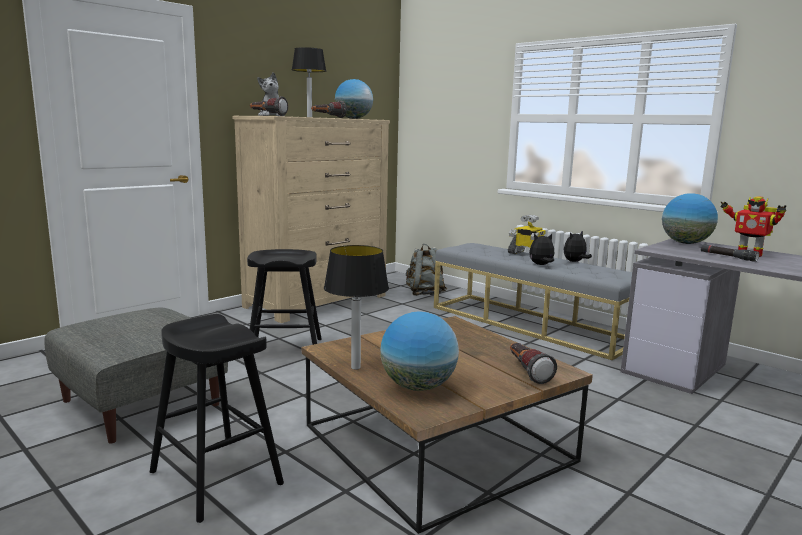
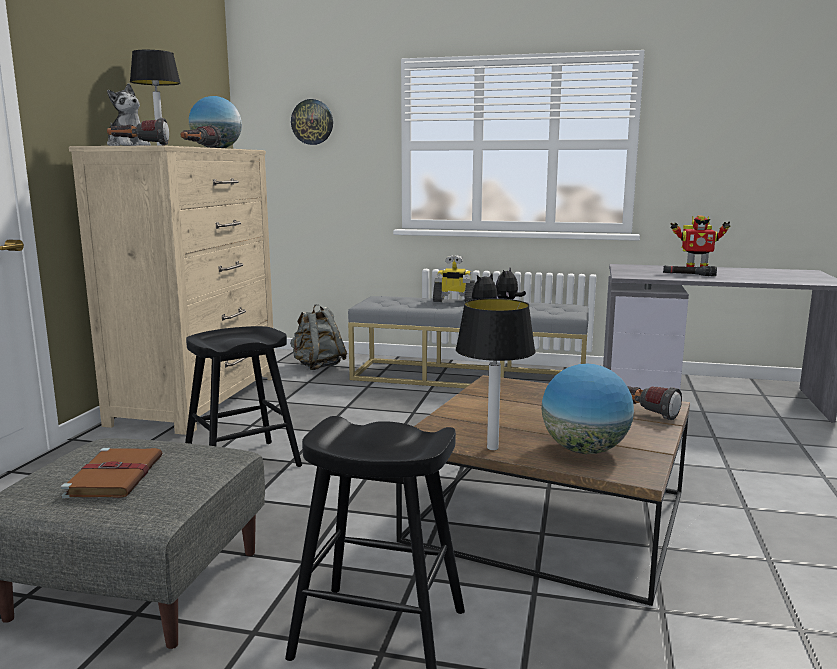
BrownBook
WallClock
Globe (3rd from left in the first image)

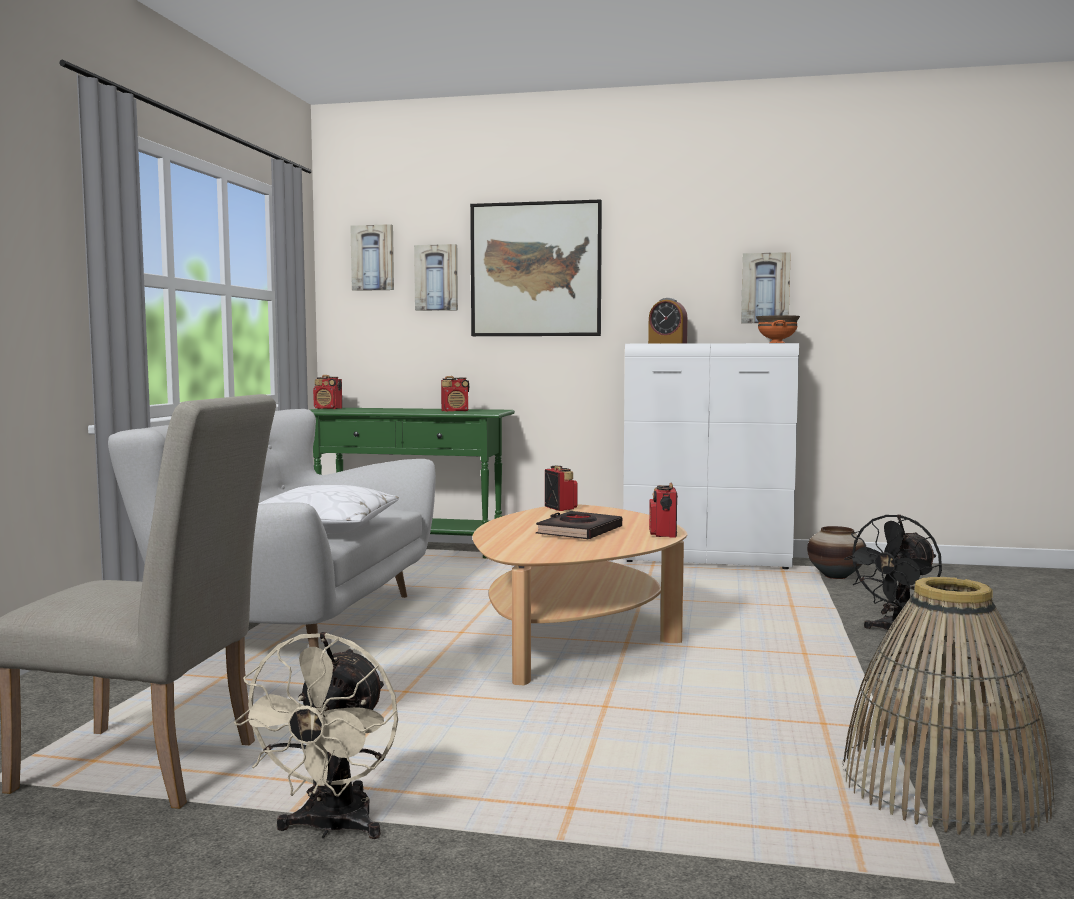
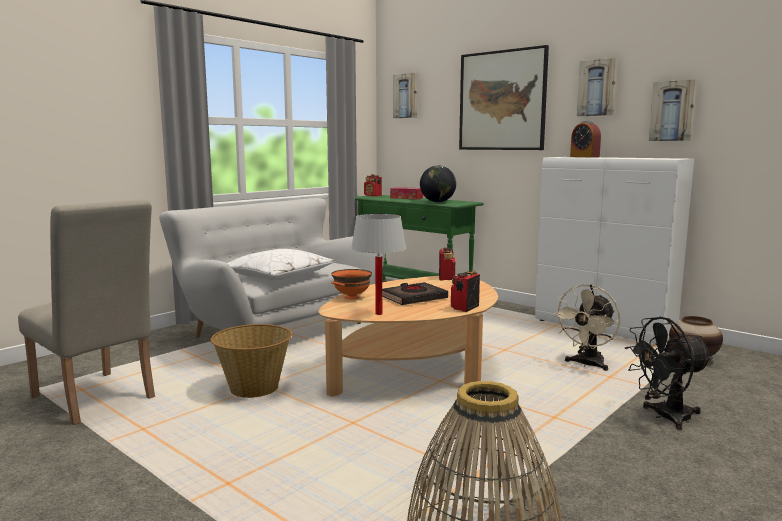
Basket (1st from left)
OrangeBowl
WhiteTableLamp
TissueBox
Globe
BeigeFan
Picture (3rd from left)

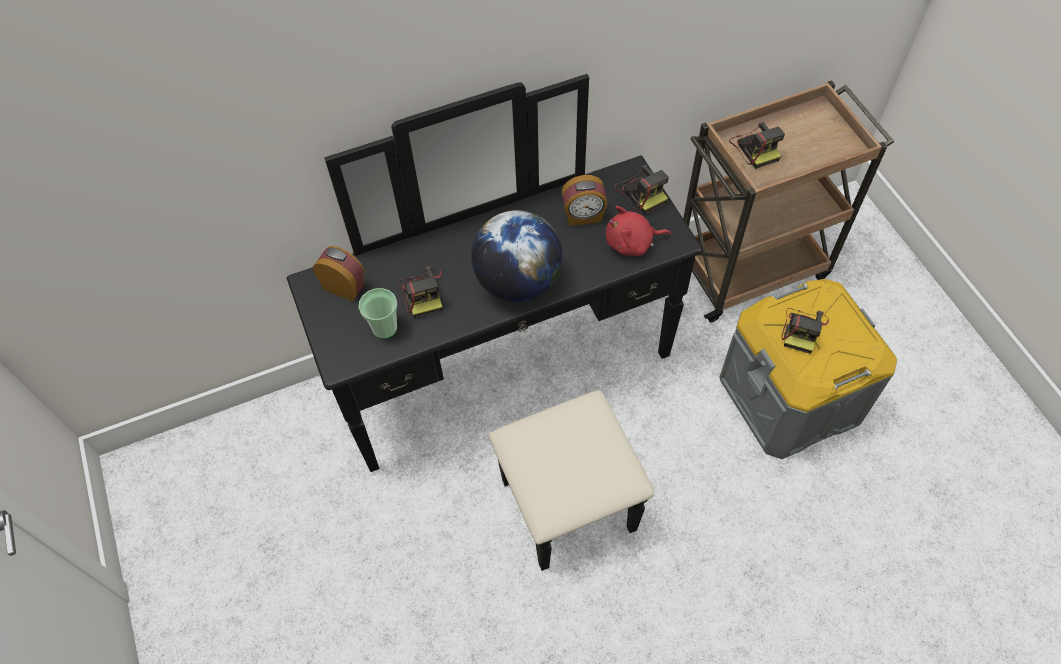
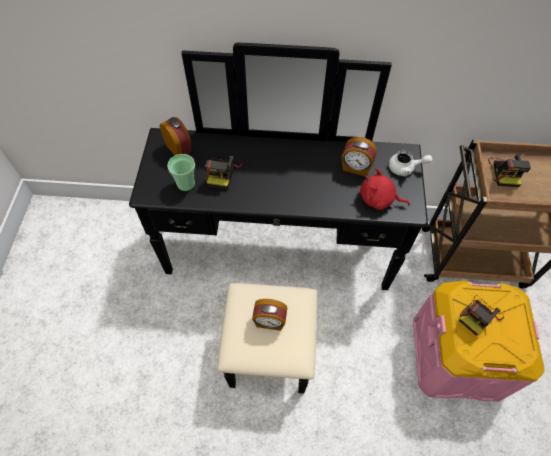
AlarmClock (2nd from left)
WhiteTeapot
PinkStorageBox
Globe

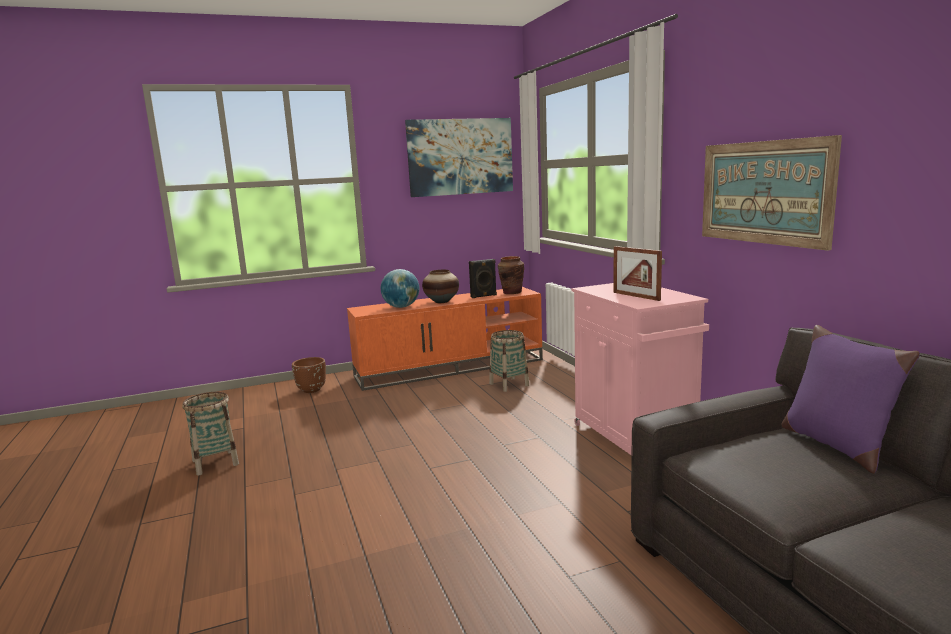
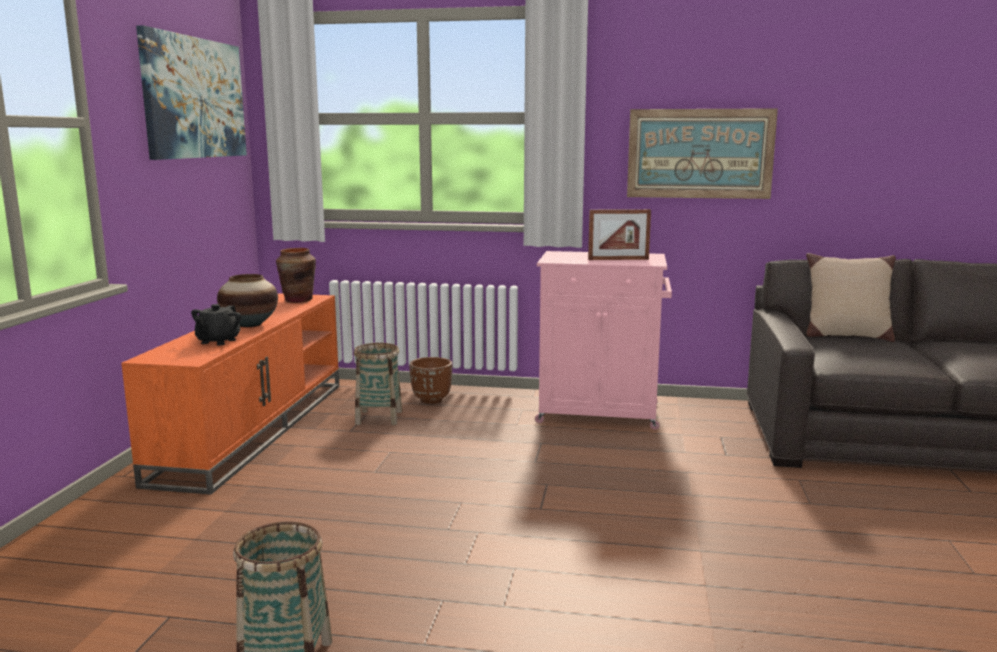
BlackTeapot
BrownPlanter
BeigePillow
BlackSpeaker

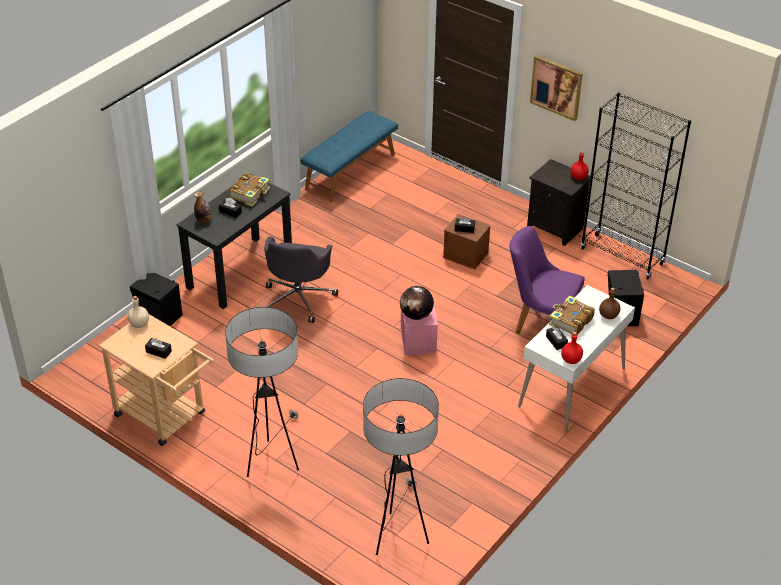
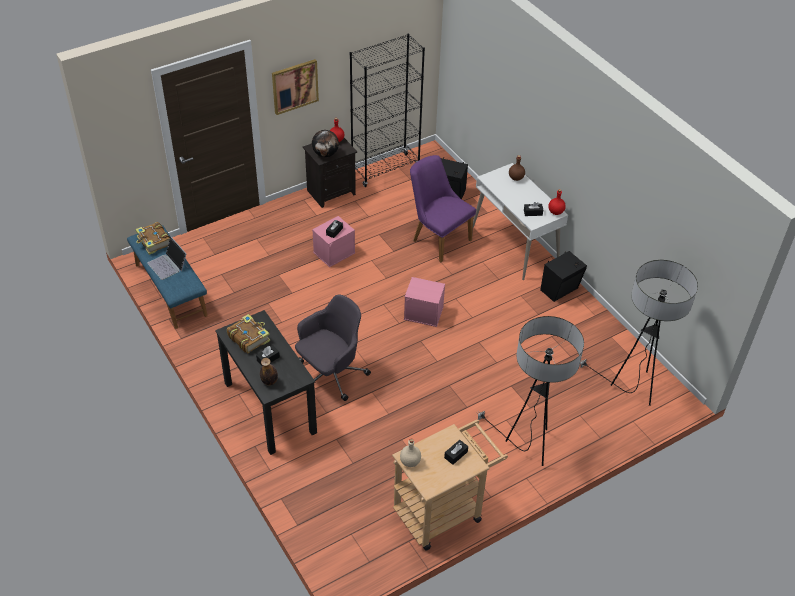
Book (1st from left)
Laptop
GreyOfficeChair
Globe
PinkStorageBox (1st from left)
PurpleChair
BlackSpeaker (2nd from left)

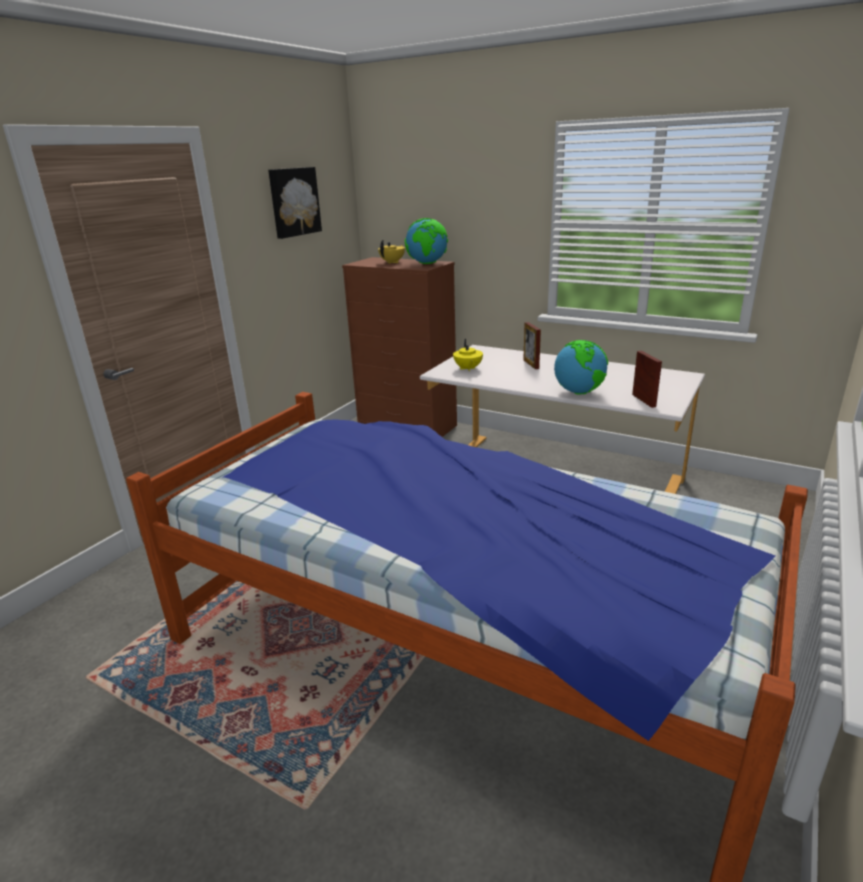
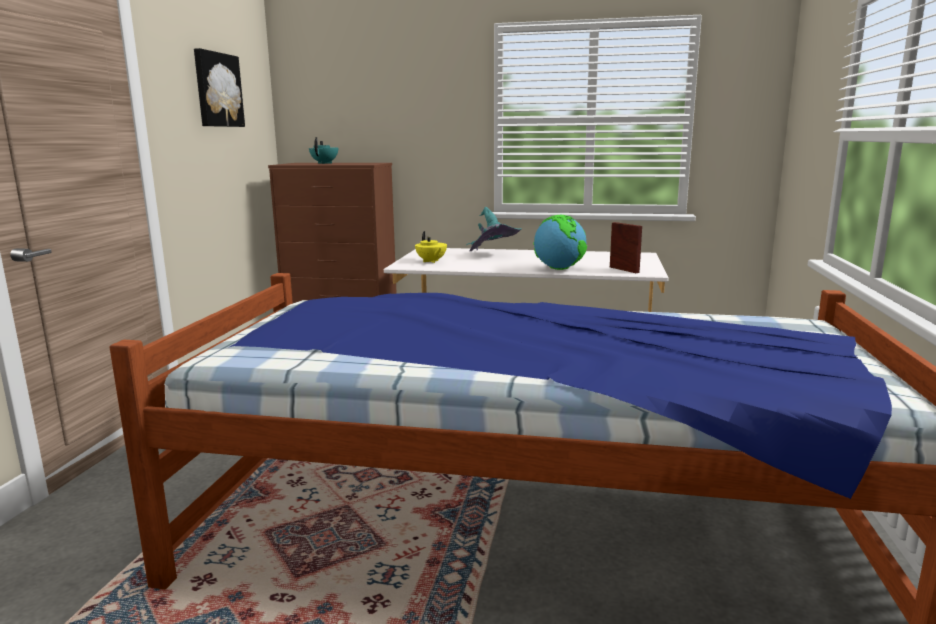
TurquoiseTeapot
TurquoiseHat
Globe (1st from left in the first image)

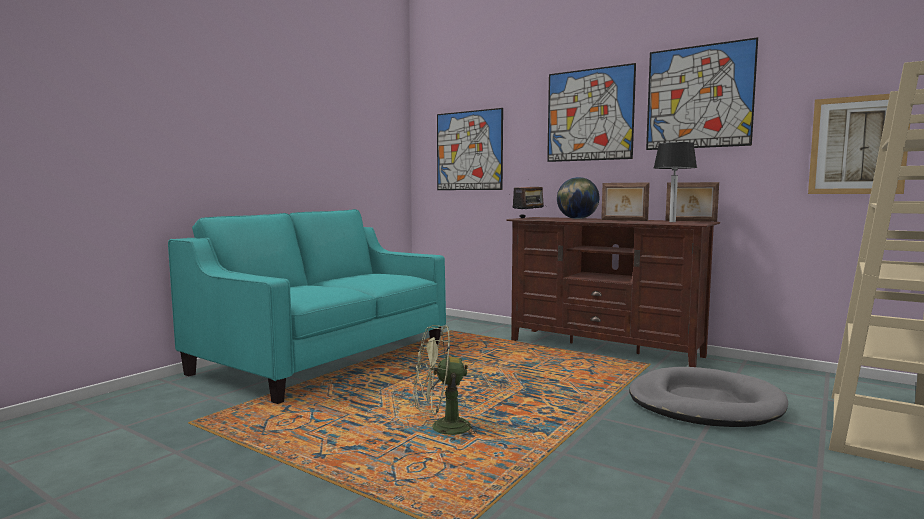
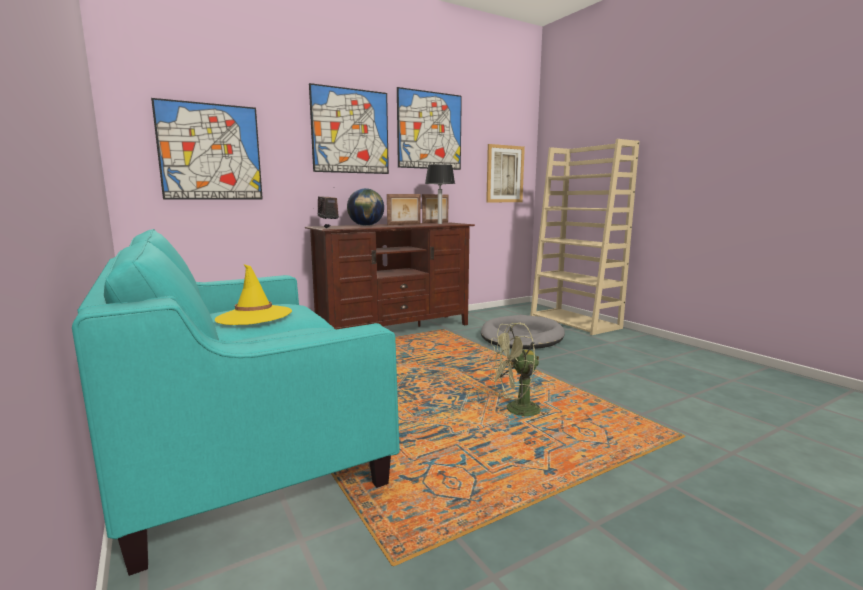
YellowHat
GreenFan

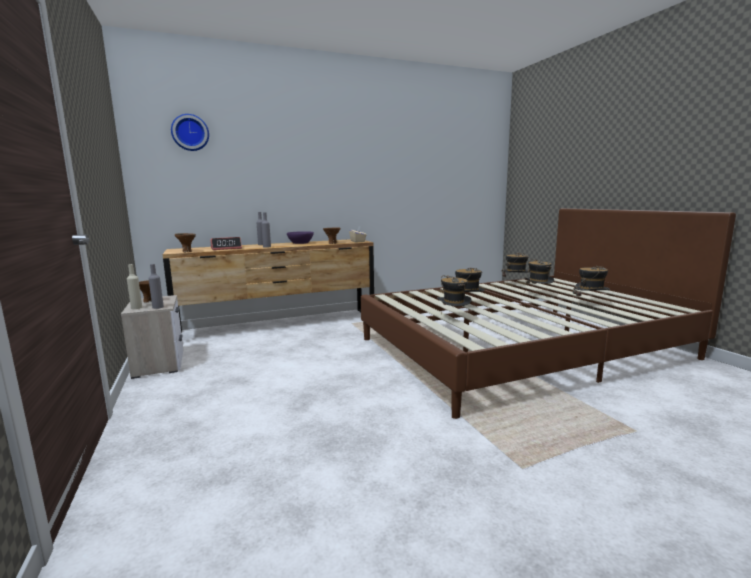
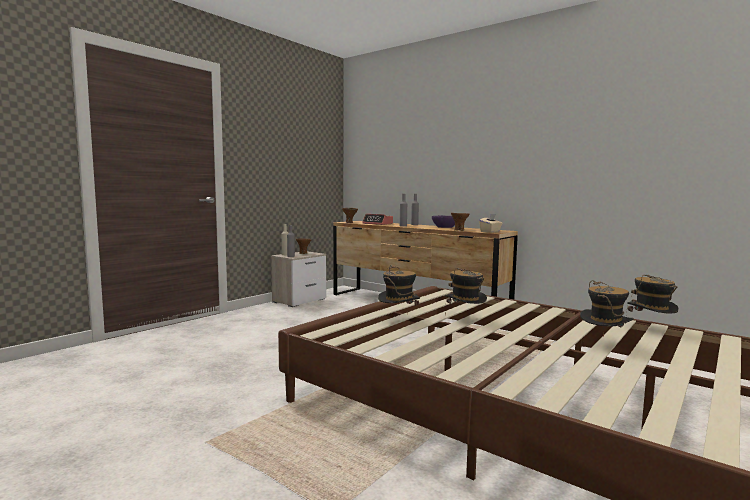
WallClock
Hat (5th from left in the first image)

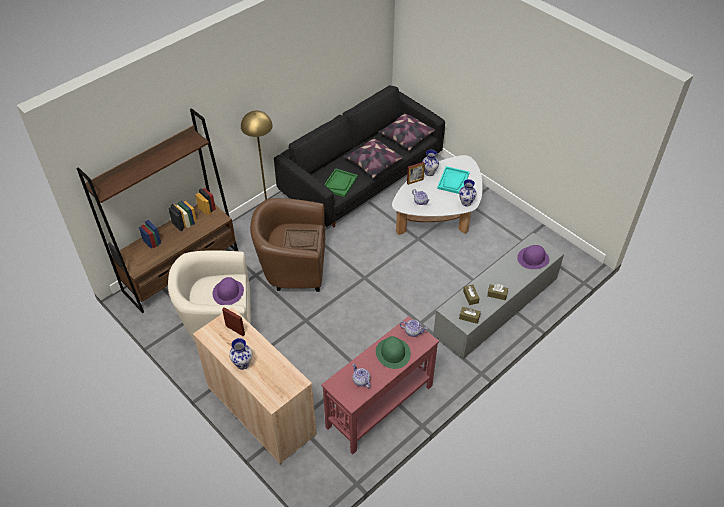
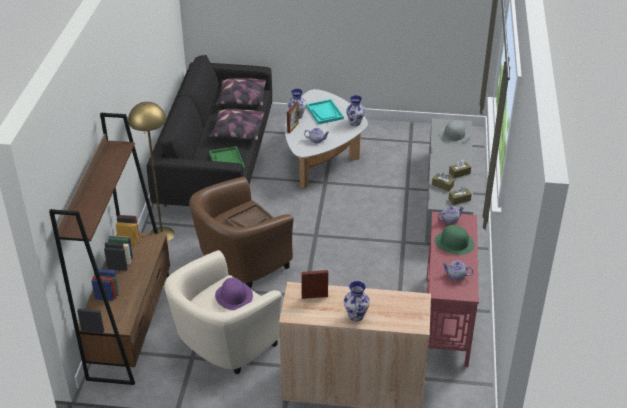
GreyHat

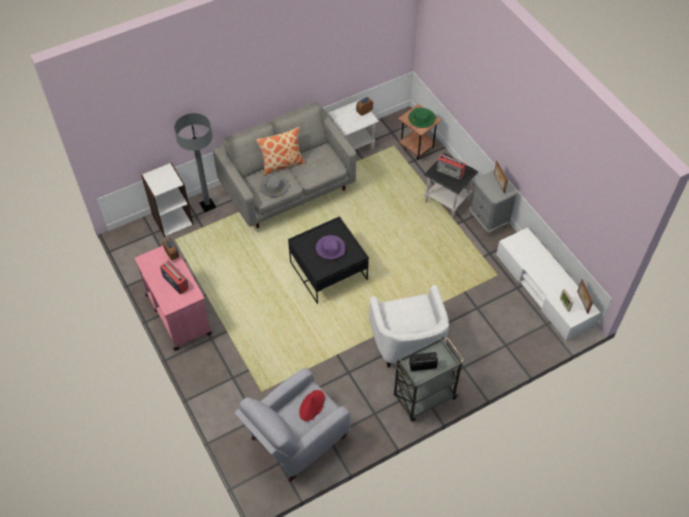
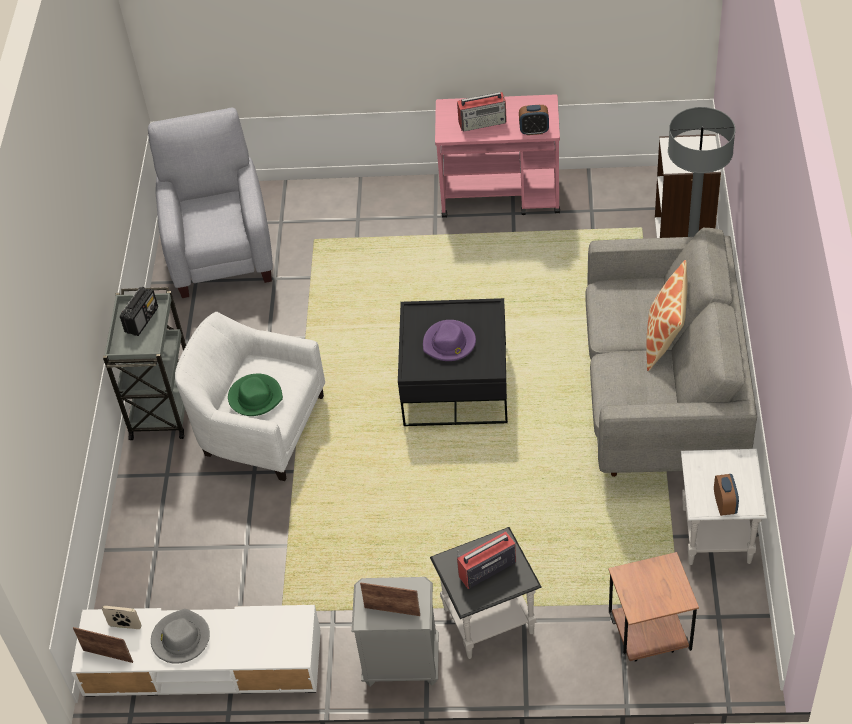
GreyHat
GreenHat
RedHat

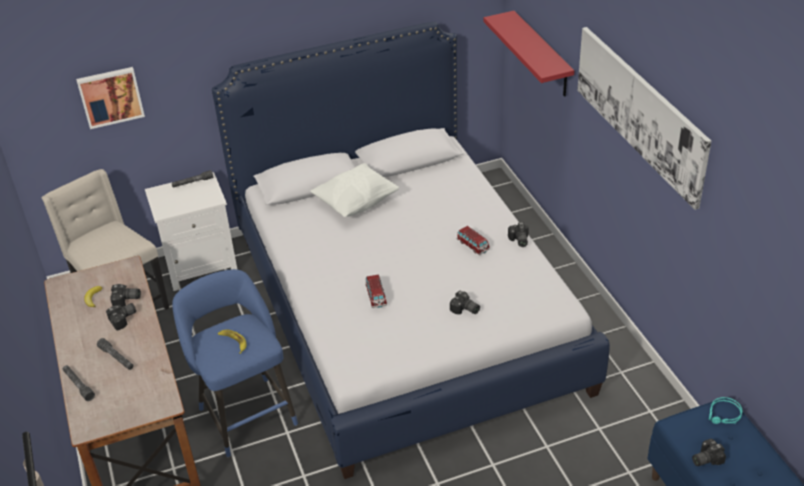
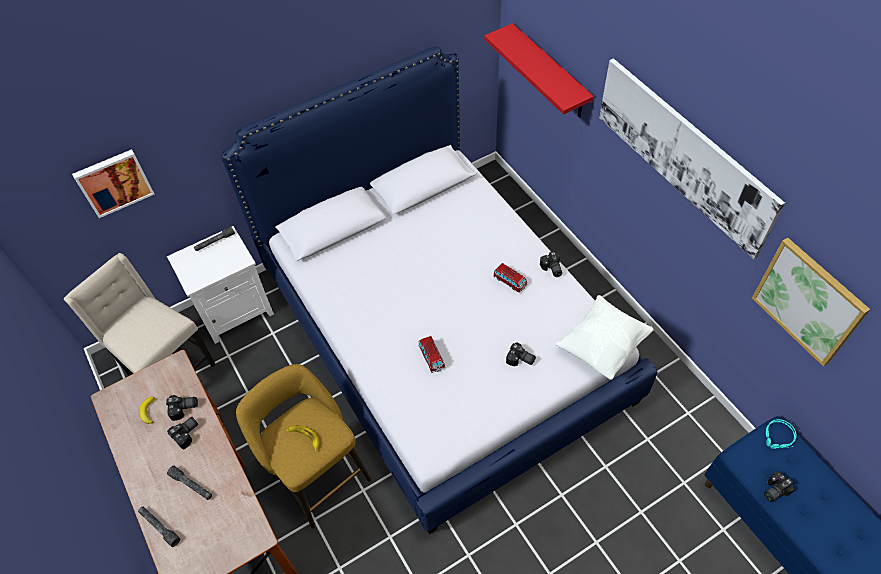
YellowStool
WhitePillow
Picture (3rd from left)

